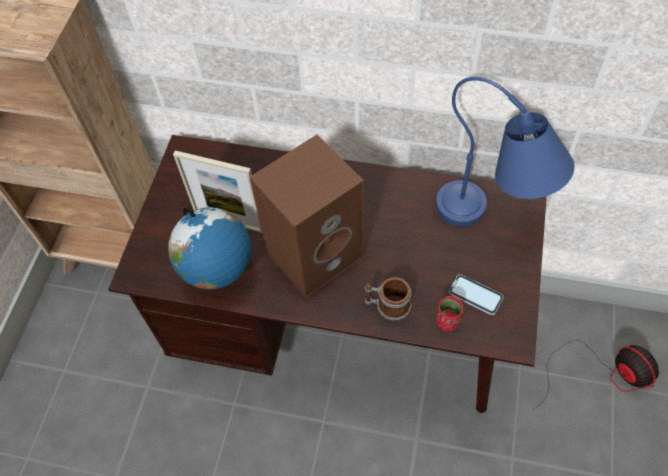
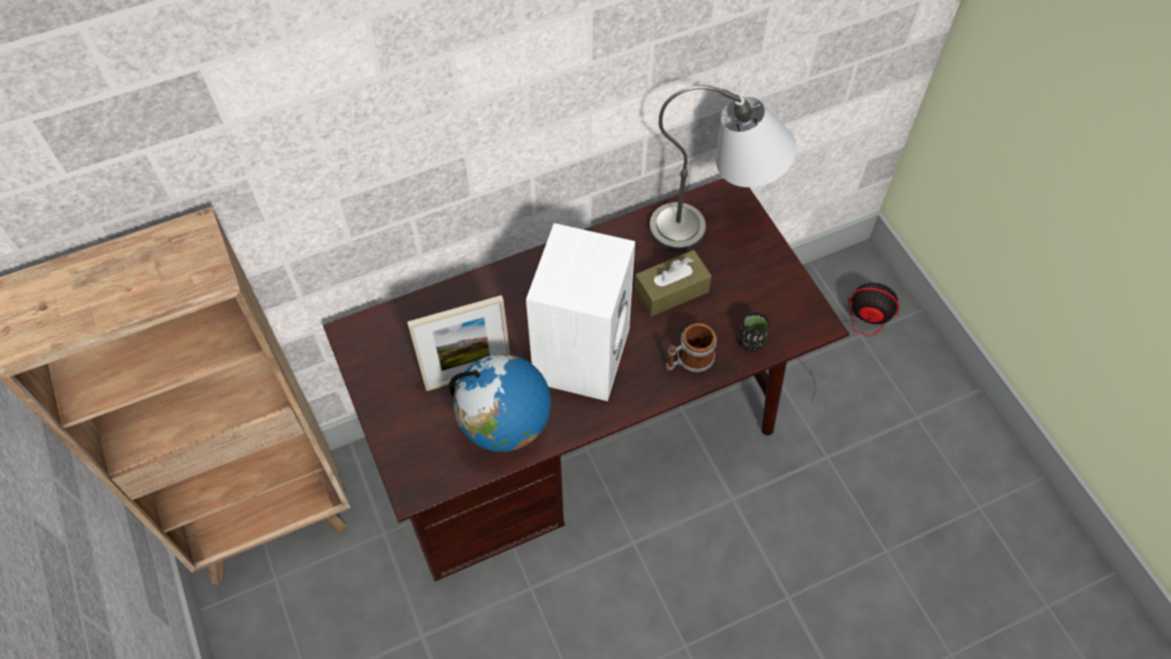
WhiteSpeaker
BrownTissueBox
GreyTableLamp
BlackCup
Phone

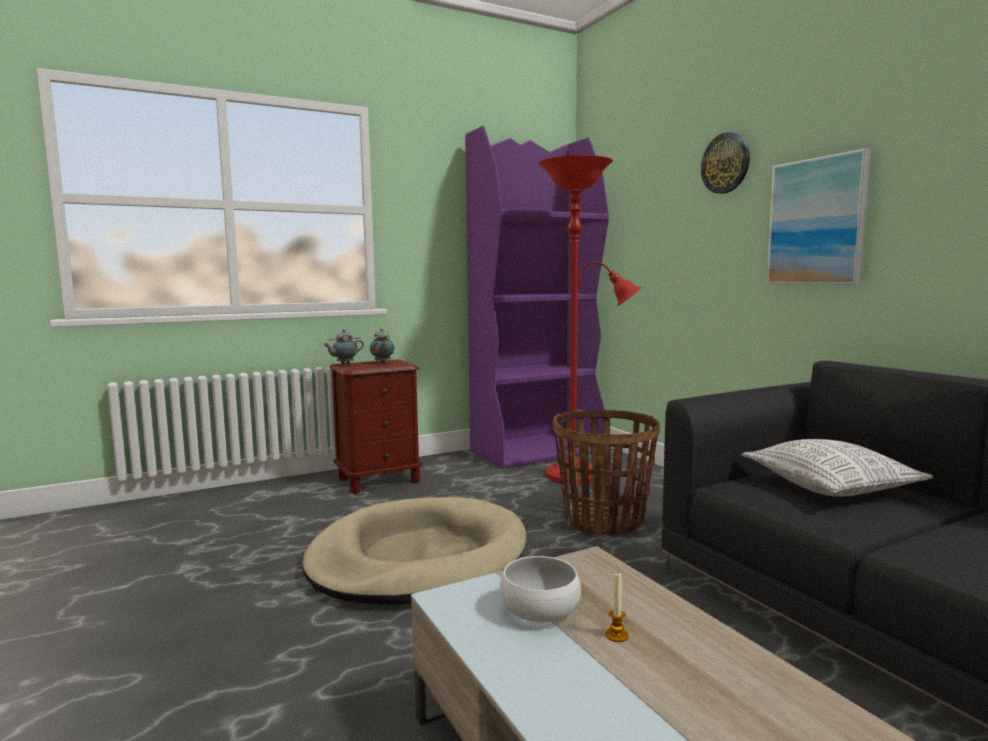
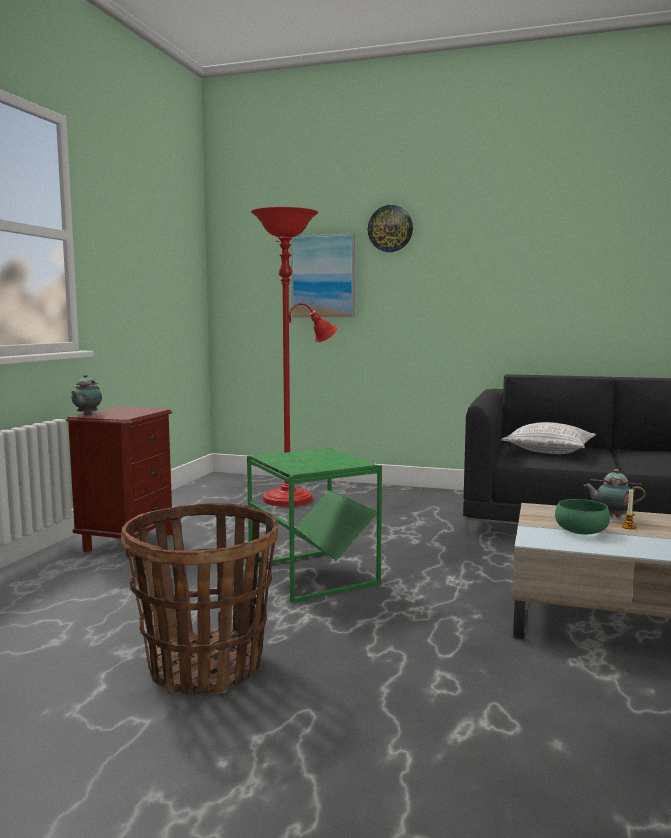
Basket
GreenSideTable
Picture
GreenBowl
Teapot (2nd from left)
PurpleBookcase

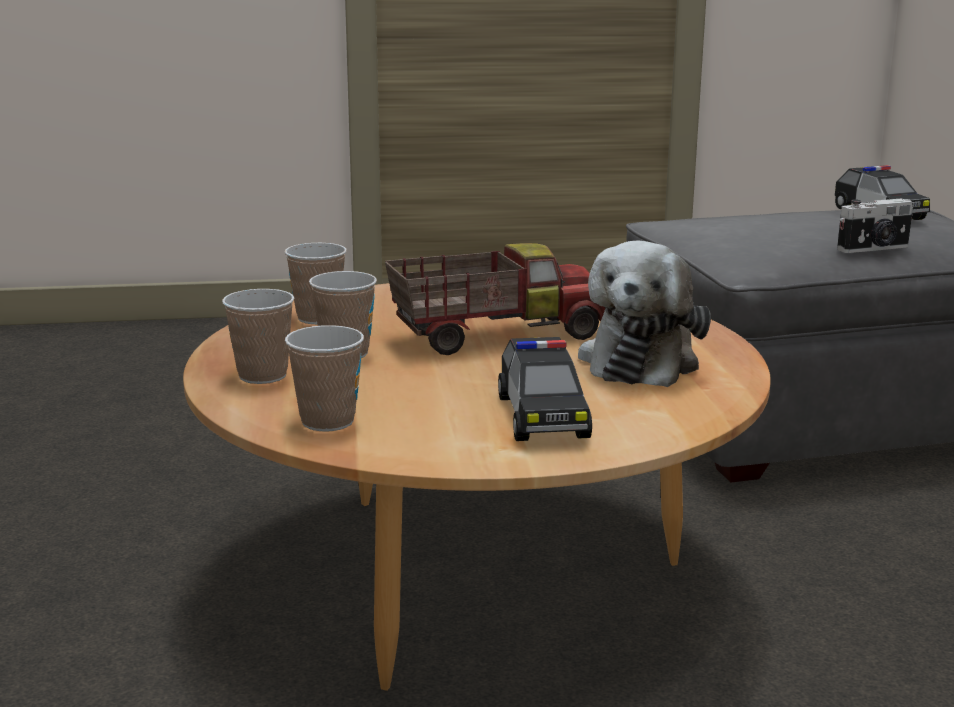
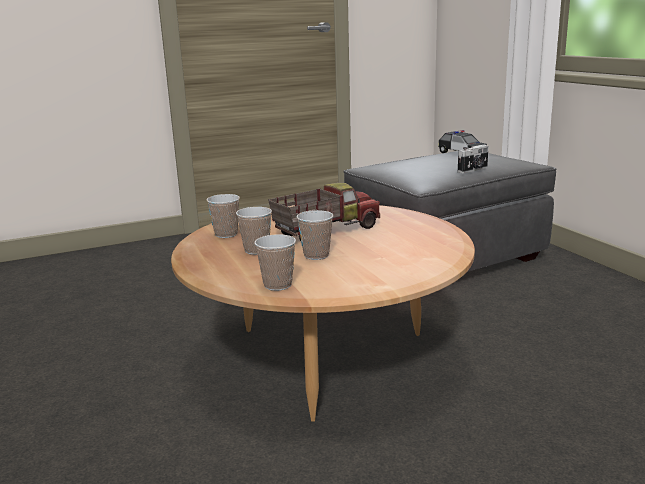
Cup (4th from left)
ToyCar (1st from left in the first image)
PlushToy

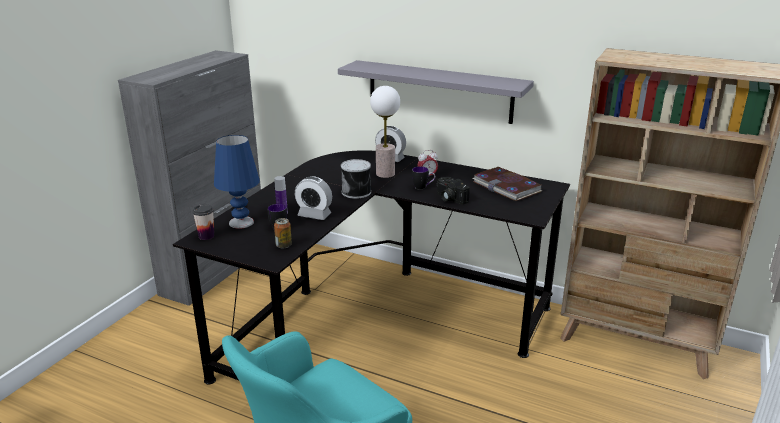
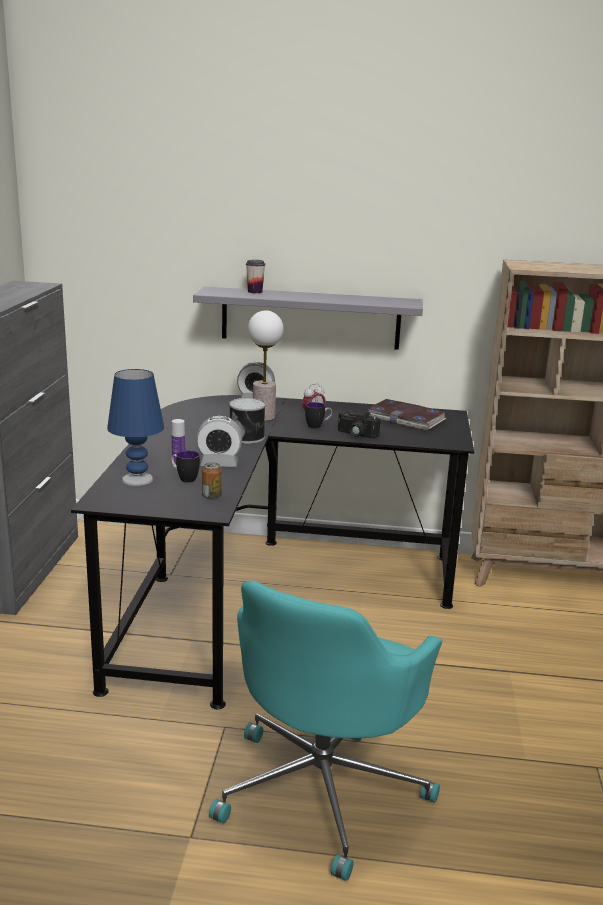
Cup

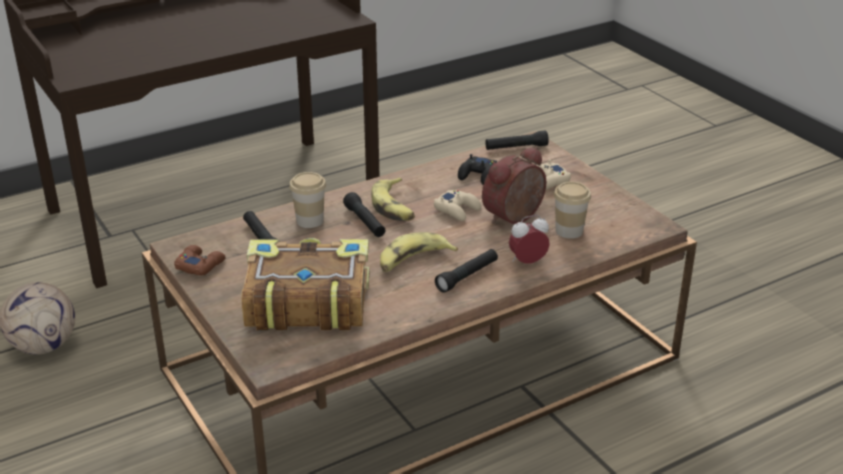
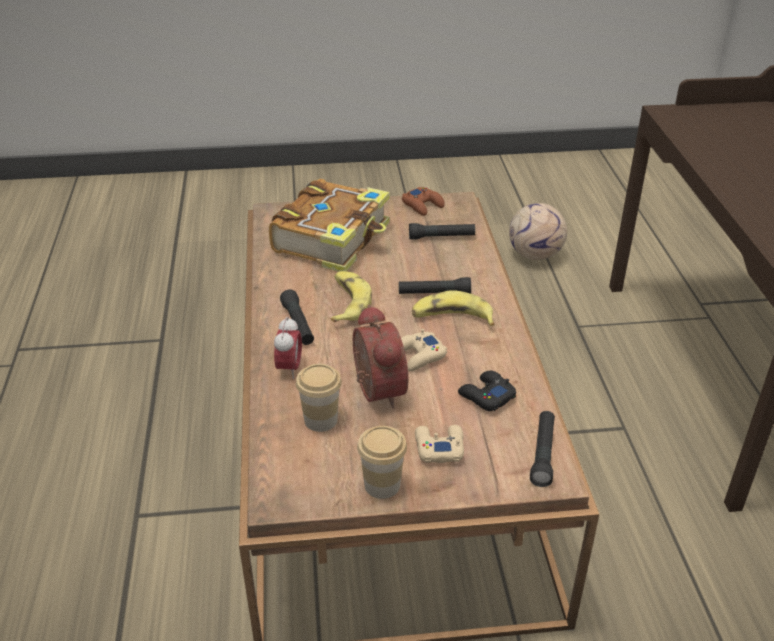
Cup (2nd from left)

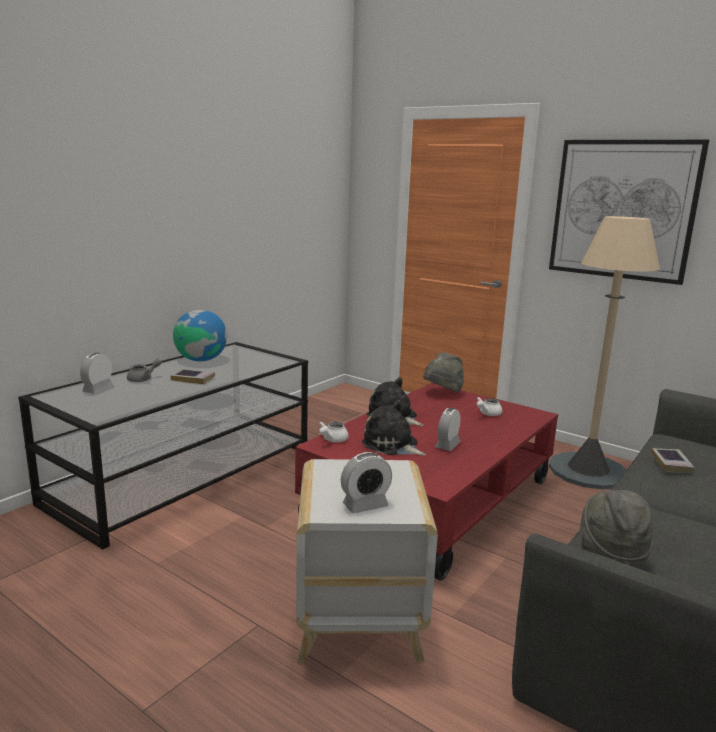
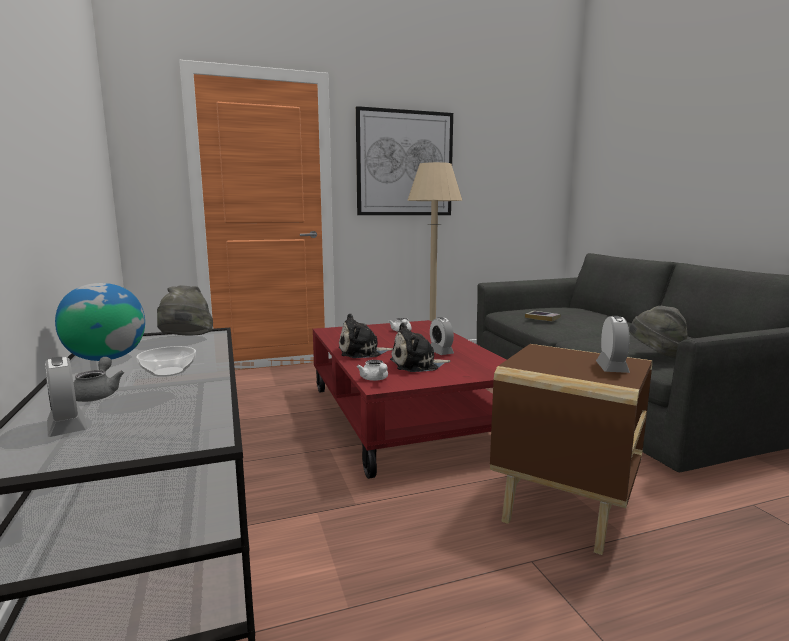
Bowl
GreyHat (1st from left)
BrownSideTable

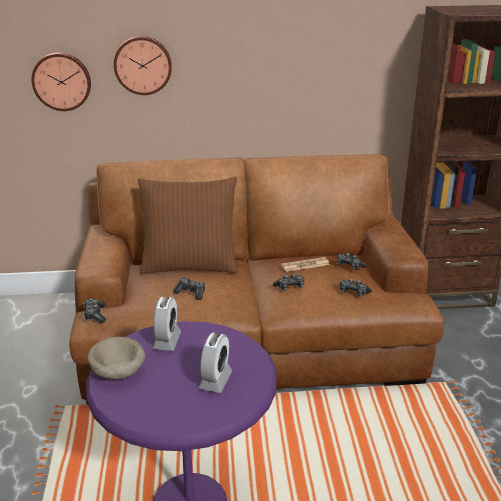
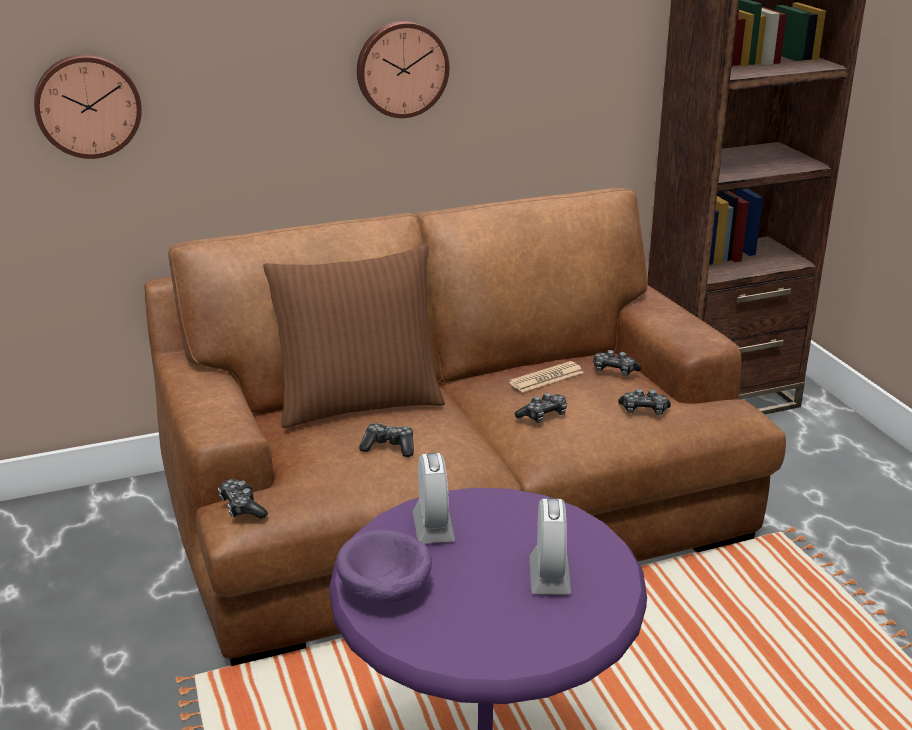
PurpleBowl
WallClock (2nd from left)

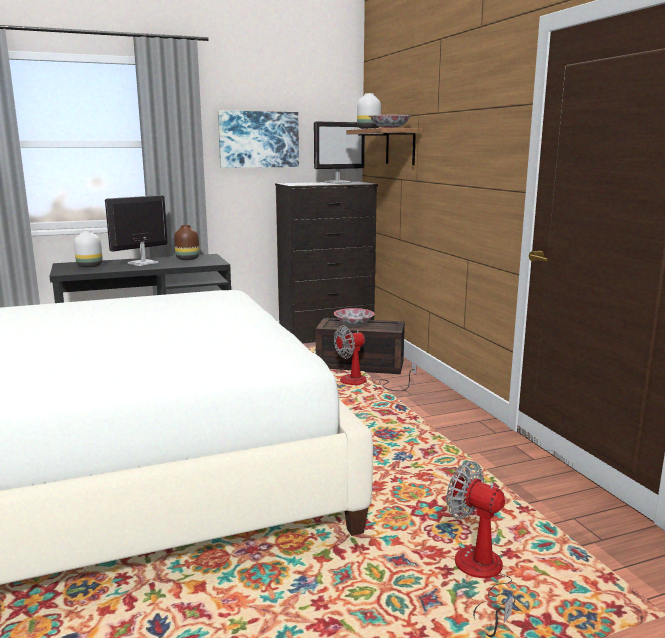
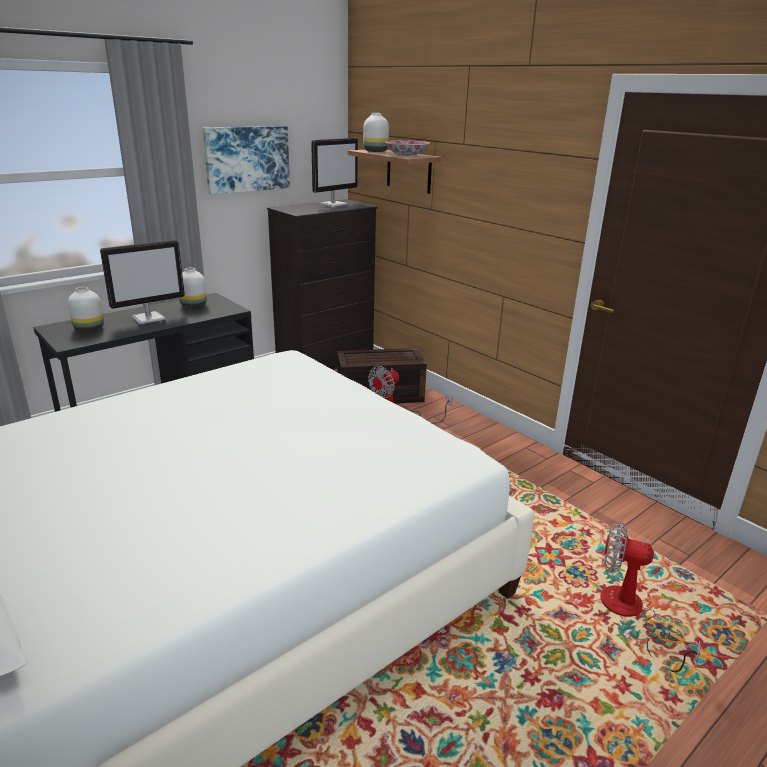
Monitor (1st from left)
WhiteVase (2nd from left)
Bowl (1st from left in the first image)

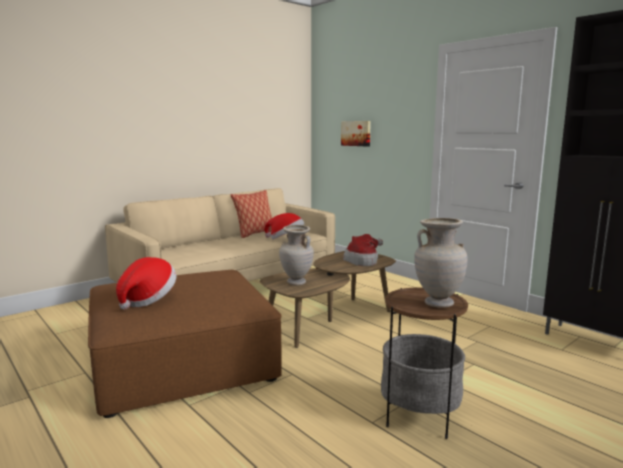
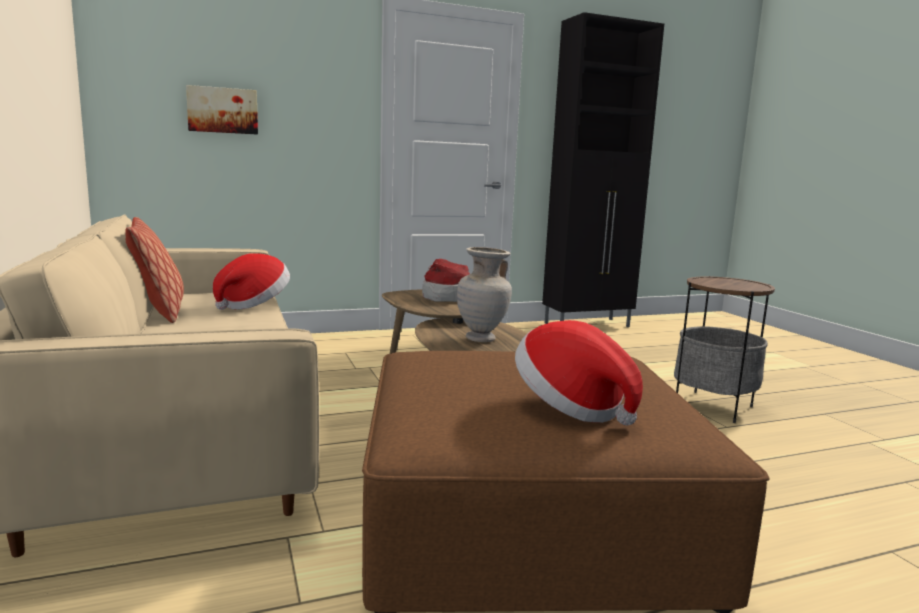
BeigeVase (2nd from left in the first image)

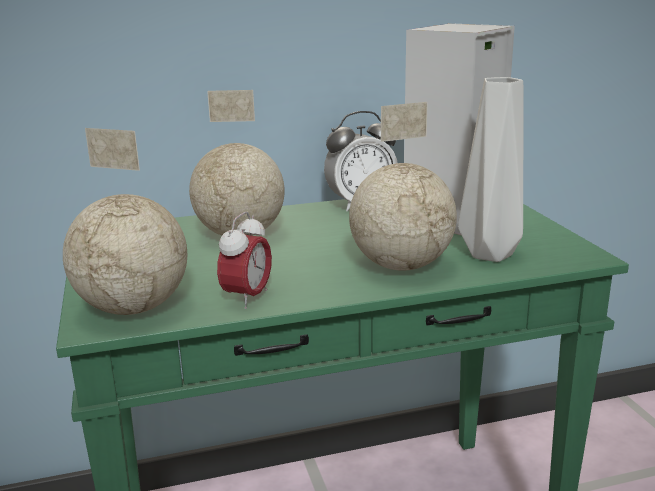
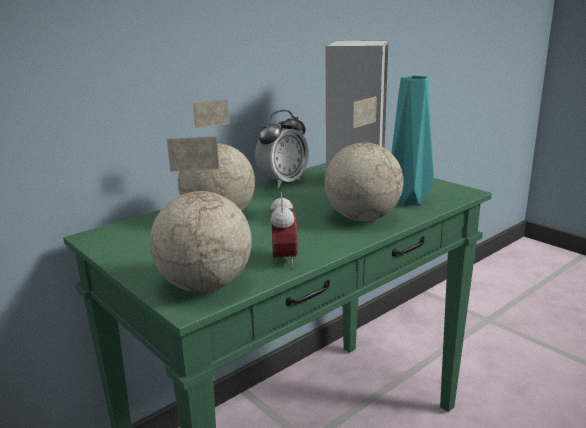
TurquoiseVase

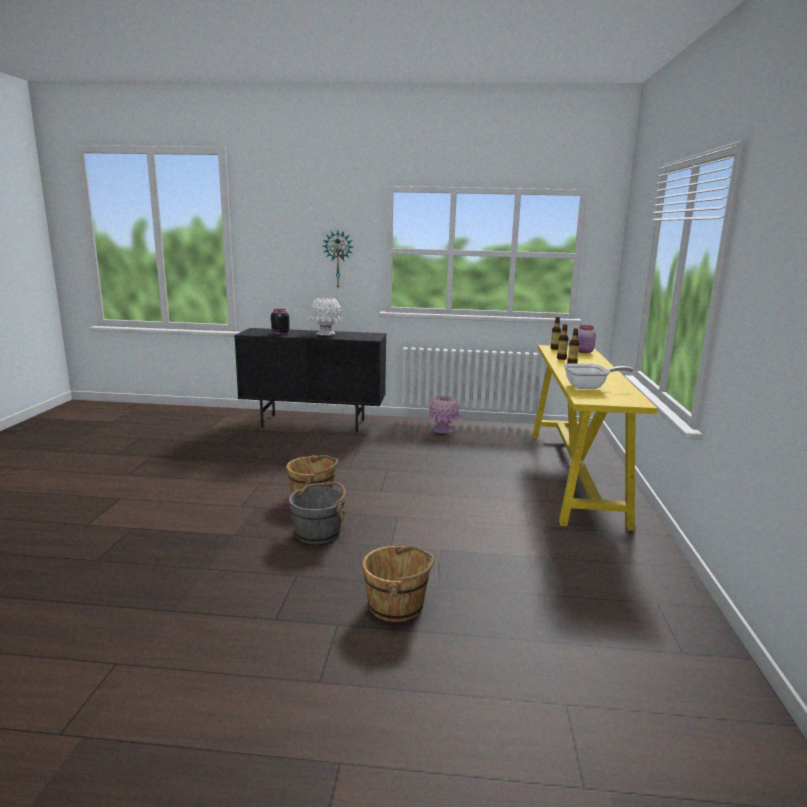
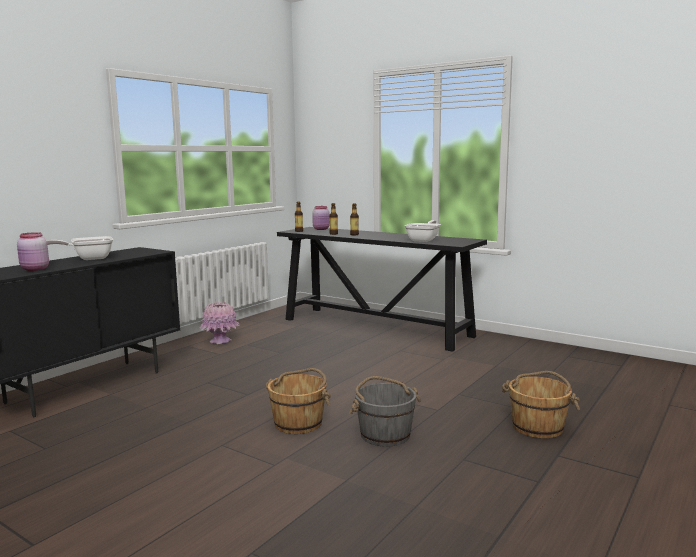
PinkJar (1st from left)
FryingPan (1st from left)
BlackConsoleTable
WallClock

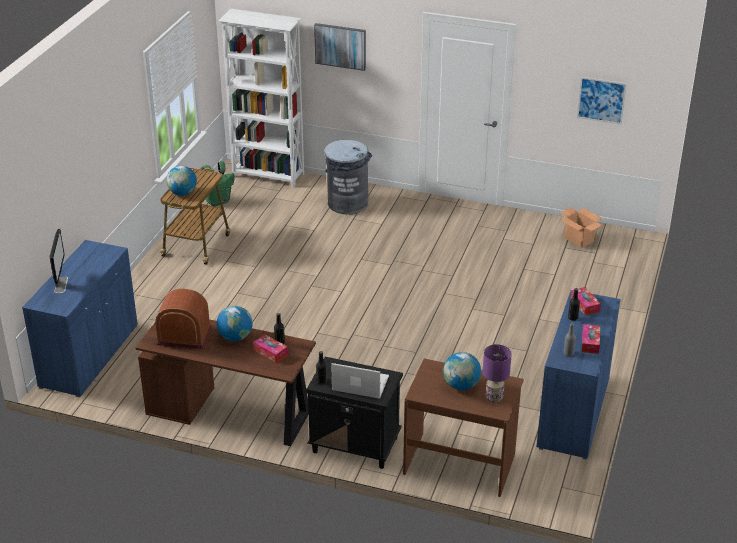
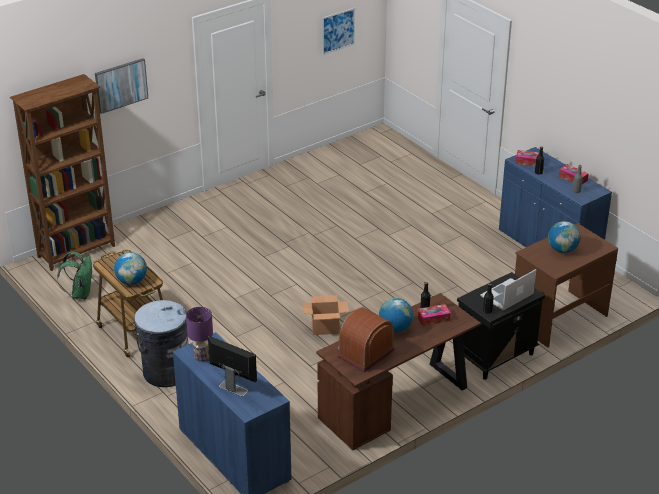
BrownBookcase
GreyTrashCan
PurpleTableLamp
CardboardBox

